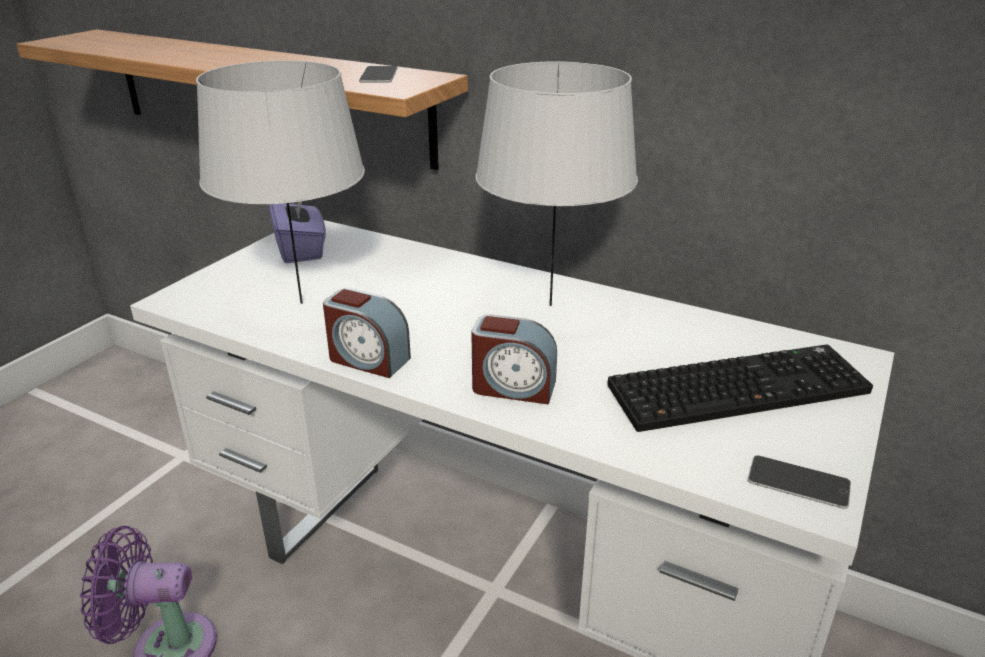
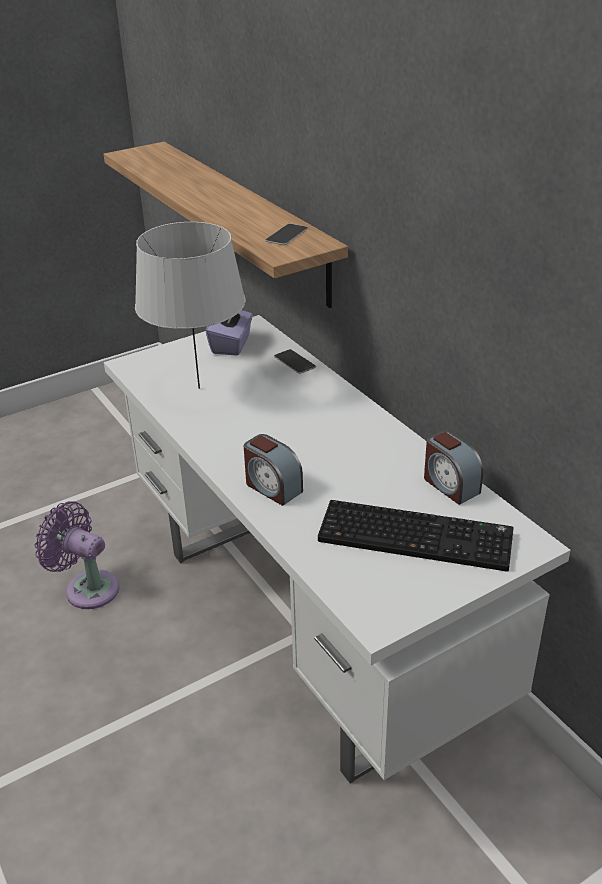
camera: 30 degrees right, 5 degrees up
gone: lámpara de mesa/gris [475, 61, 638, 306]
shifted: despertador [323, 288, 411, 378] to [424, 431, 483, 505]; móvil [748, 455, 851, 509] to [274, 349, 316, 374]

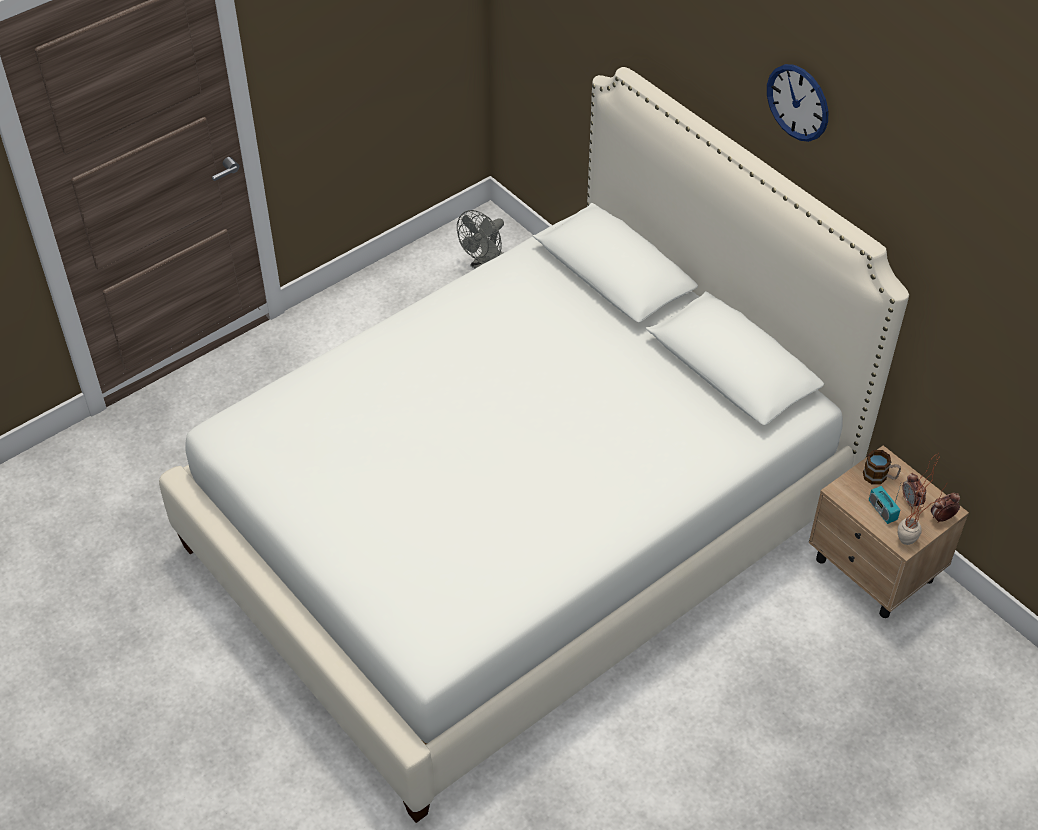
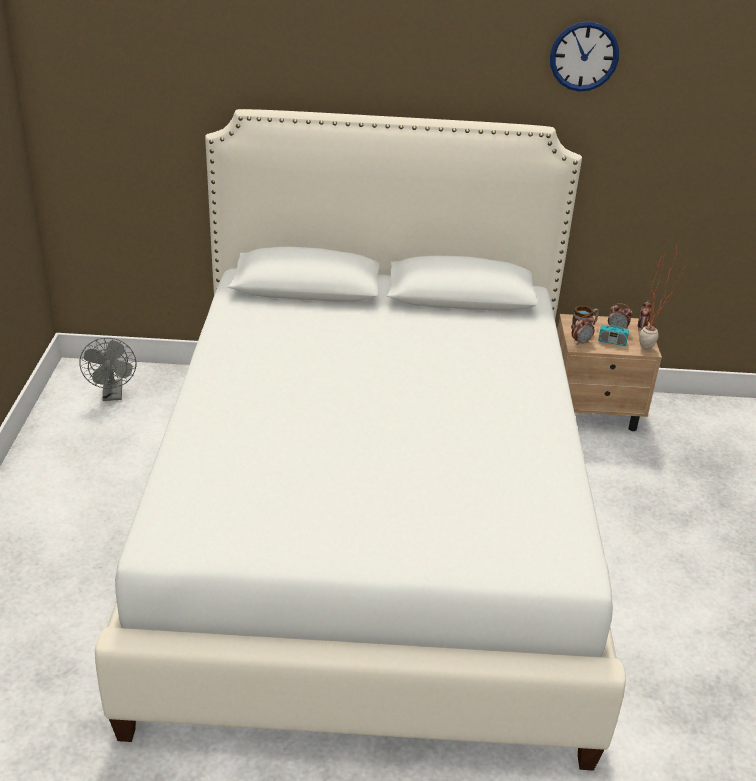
camera: 50 degrees left, 15 degrees down
new: despertador [572, 315, 595, 345]
shifted: reloj de pared [767, 64, 829, 142] to [550, 21, 619, 92]

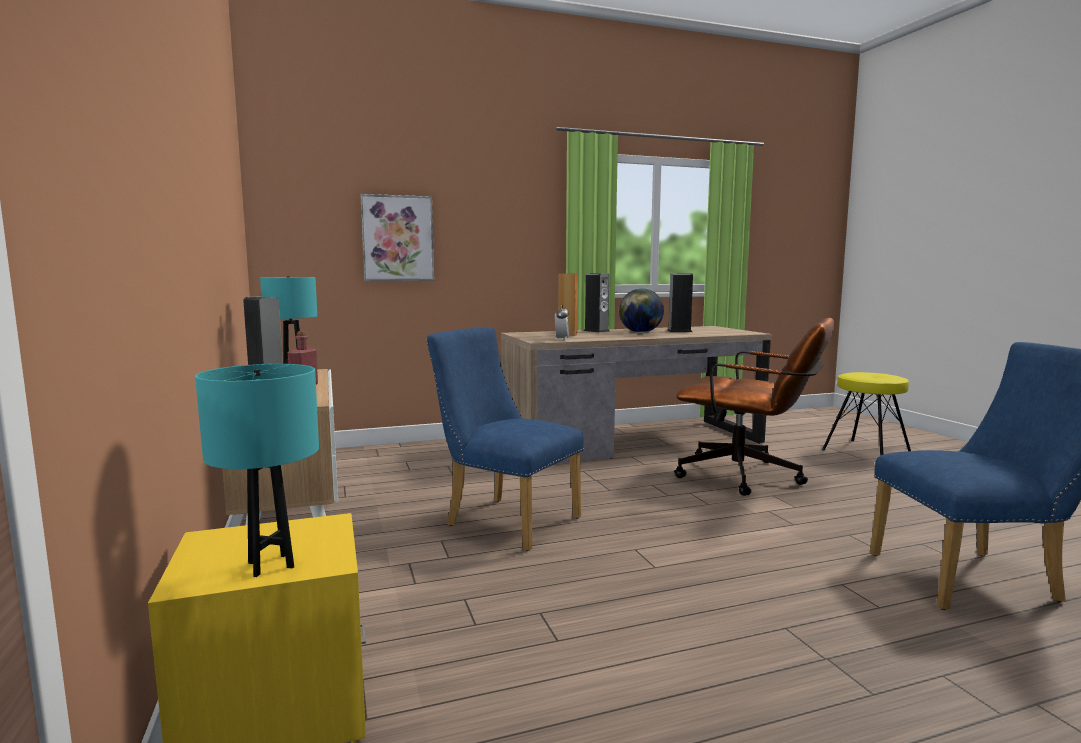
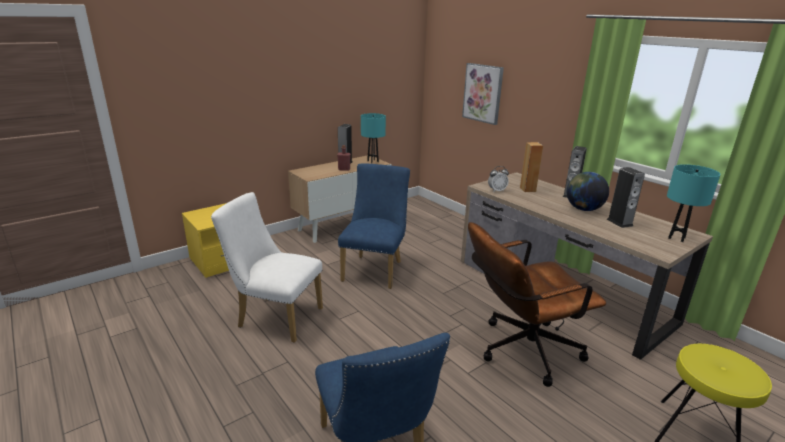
camera: 70 degrees right, 15 degrees up
new: silla/blanco [211, 192, 323, 342]
shifted: lámpara de mesa/turquesa [195, 364, 319, 577] to [667, 164, 721, 242]
rotated: silla de oficina/marrón [674, 318, 835, 496] = [468, 222, 606, 387] 60 degrees clockwise

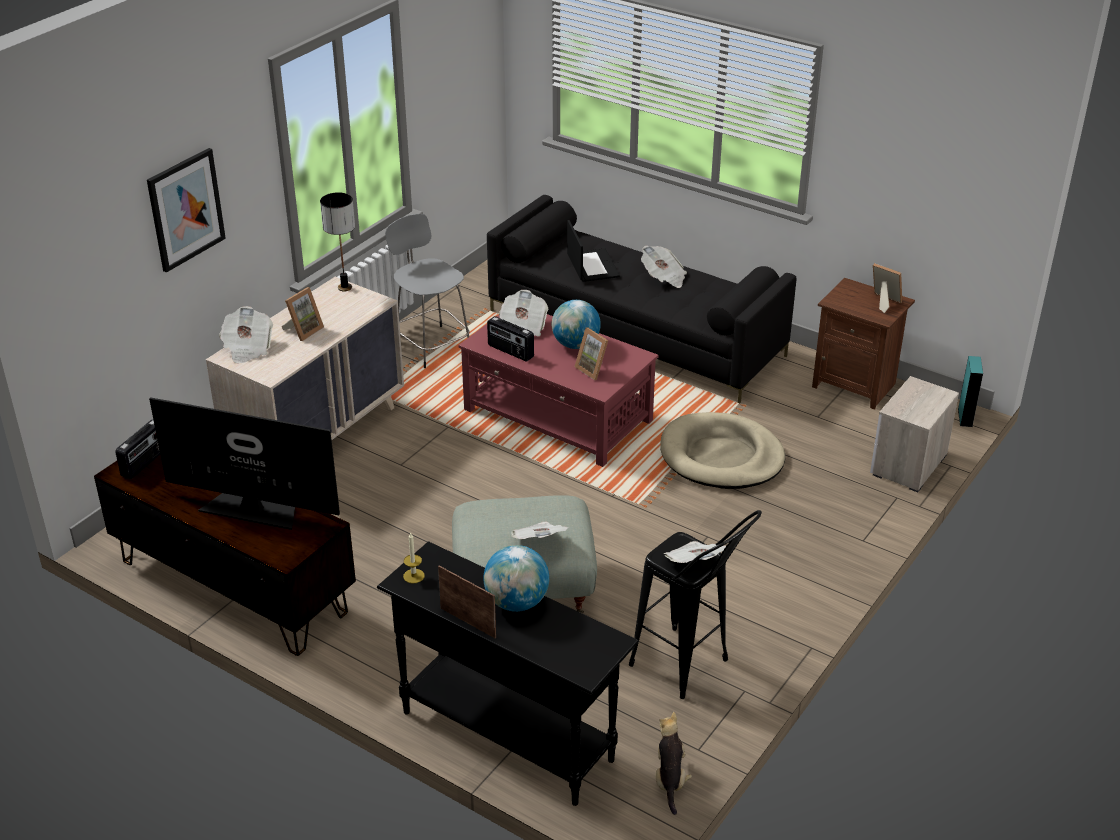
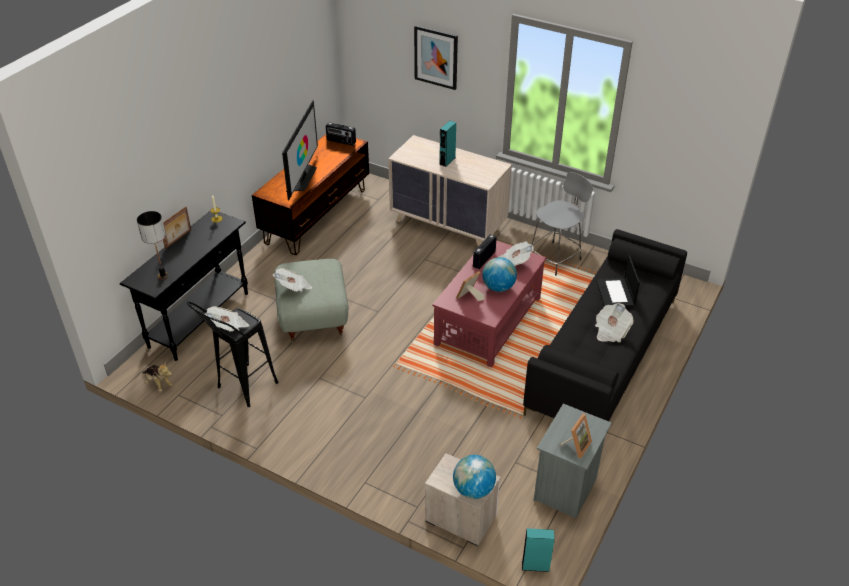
camera: 85 degrees right, 5 degrees up
gone: periódico [219, 306, 273, 364]; cama para perro/beis [660, 412, 785, 489]
shifted: lámpara de mesa [320, 192, 355, 291] to [137, 211, 169, 280]; globo terráqueo [483, 545, 549, 612] to [453, 455, 496, 499]
swapped: portarretratos [282, 287, 324, 341] to altavoz/turquesa [439, 121, 456, 167]
repainted: mesita de noche/marrón [812, 278, 915, 410] to mesita de noche/gris [534, 404, 612, 518]
rotated: portátil [567, 220, 620, 282] = [596, 256, 640, 307] 105 degrees clockwise; peluche [655, 712, 692, 815] = [142, 361, 173, 392] 45 degrees clockwise

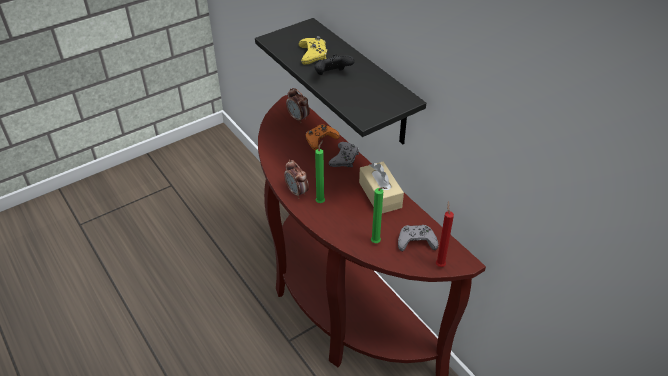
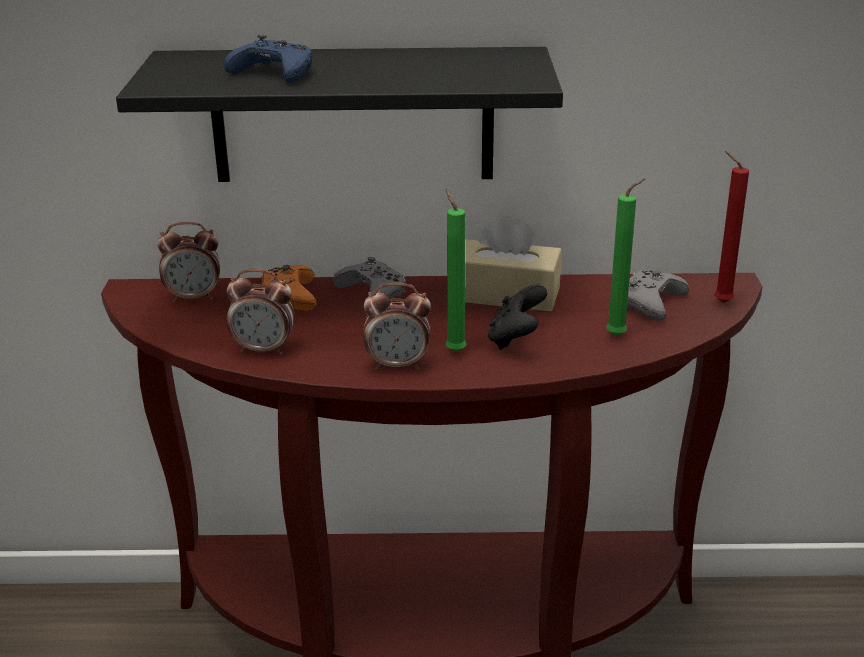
camera: 55 degrees left, 15 degrees down
new: despertador [227, 269, 294, 355]
shifted: mando de consola/negro [314, 54, 355, 75] to [488, 285, 547, 350]
repainted: mando de consola/amarillo [298, 36, 327, 65] to mando de consola/azul [224, 35, 312, 83]

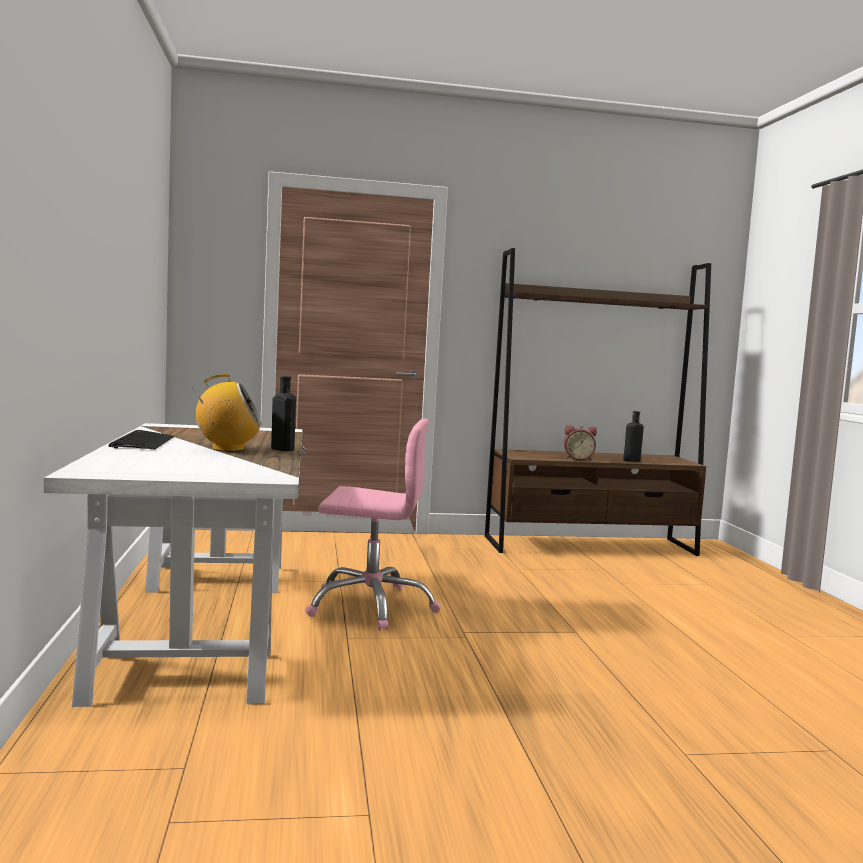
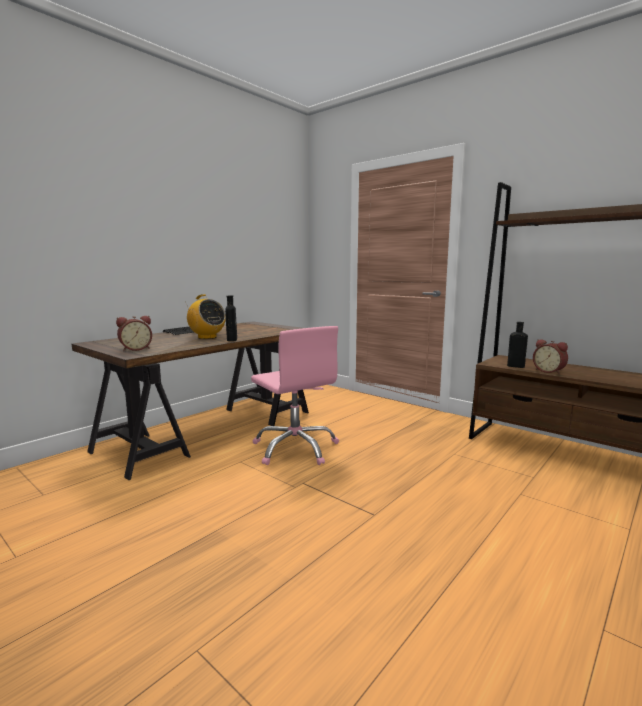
camera: 50 degrees right, 5 degrees up
new: despertador [116, 316, 152, 351]
shifted: botella/negro [623, 411, 644, 462] to [507, 322, 528, 368]
repainted: escritorio/blanco [44, 423, 306, 707] to escritorio/marrón [72, 321, 309, 480]

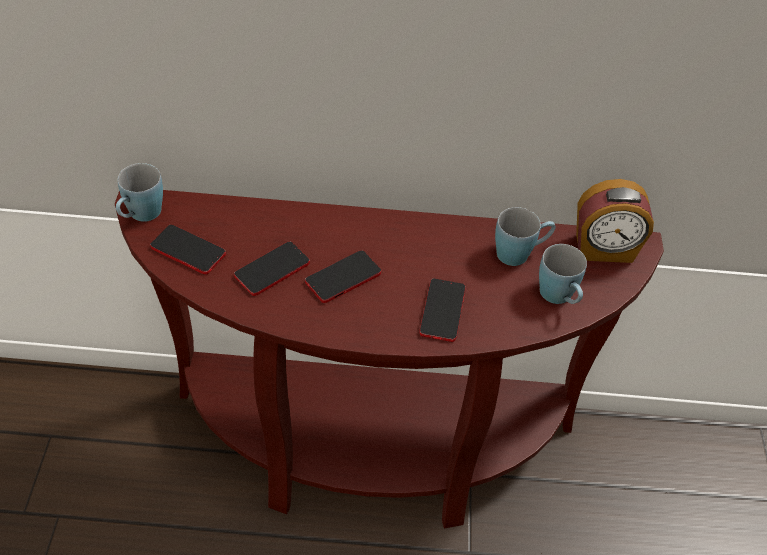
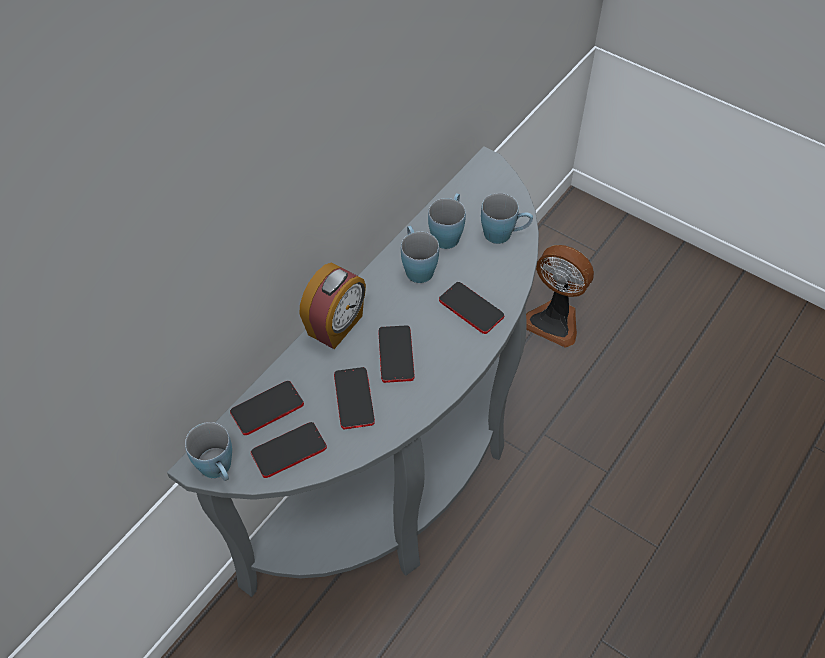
camera: 55 degrees left, 5 degrees up
new: taza grande/azul [401, 226, 439, 283]; ventilador [526, 245, 594, 348]; móvil [230, 381, 304, 435]
shifted: despertador [576, 179, 654, 263] to [300, 263, 366, 349]
repainted: mesa consola/marrón [115, 190, 664, 528] to mesa consola/gris [167, 146, 539, 597]

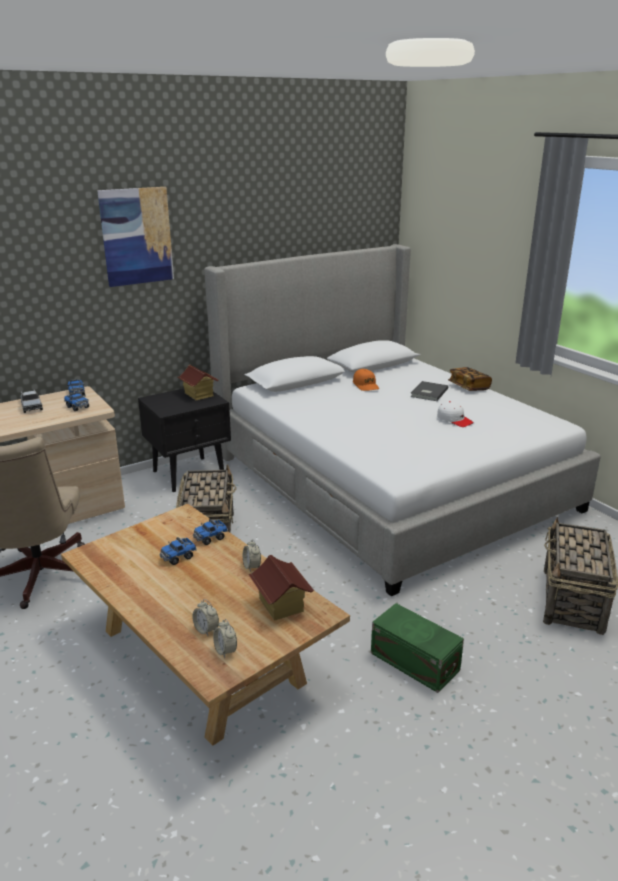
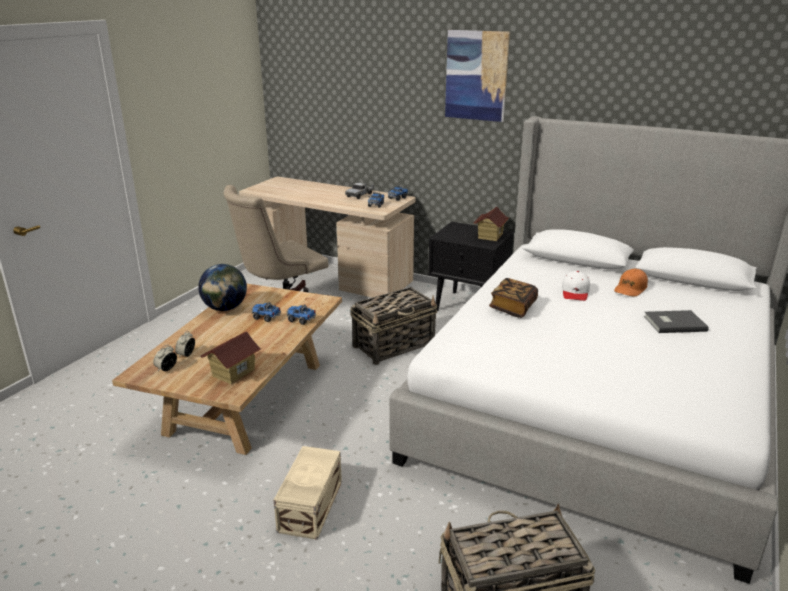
camera: 60 degrees right, 0 degrees up
gone: despertador [243, 539, 261, 572]
new: globo terráqueo [198, 264, 247, 311]
shifted: libro [448, 367, 492, 391] to [489, 278, 538, 318]; gorra/blanco [437, 401, 474, 427] to [562, 271, 590, 301]
repainted: caja de almacenaje/verde [371, 603, 464, 693] to caja de almacenaje/beis [274, 446, 342, 540]

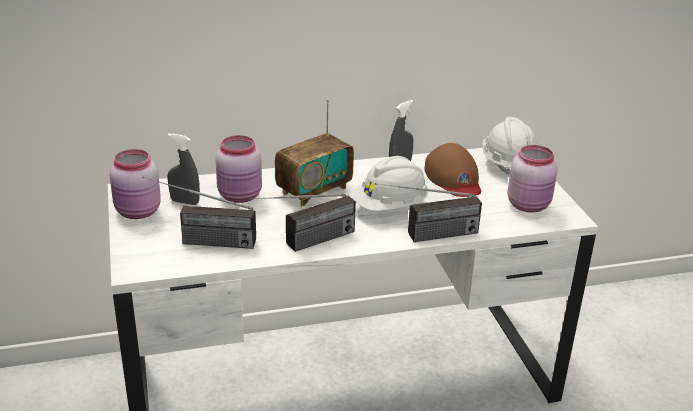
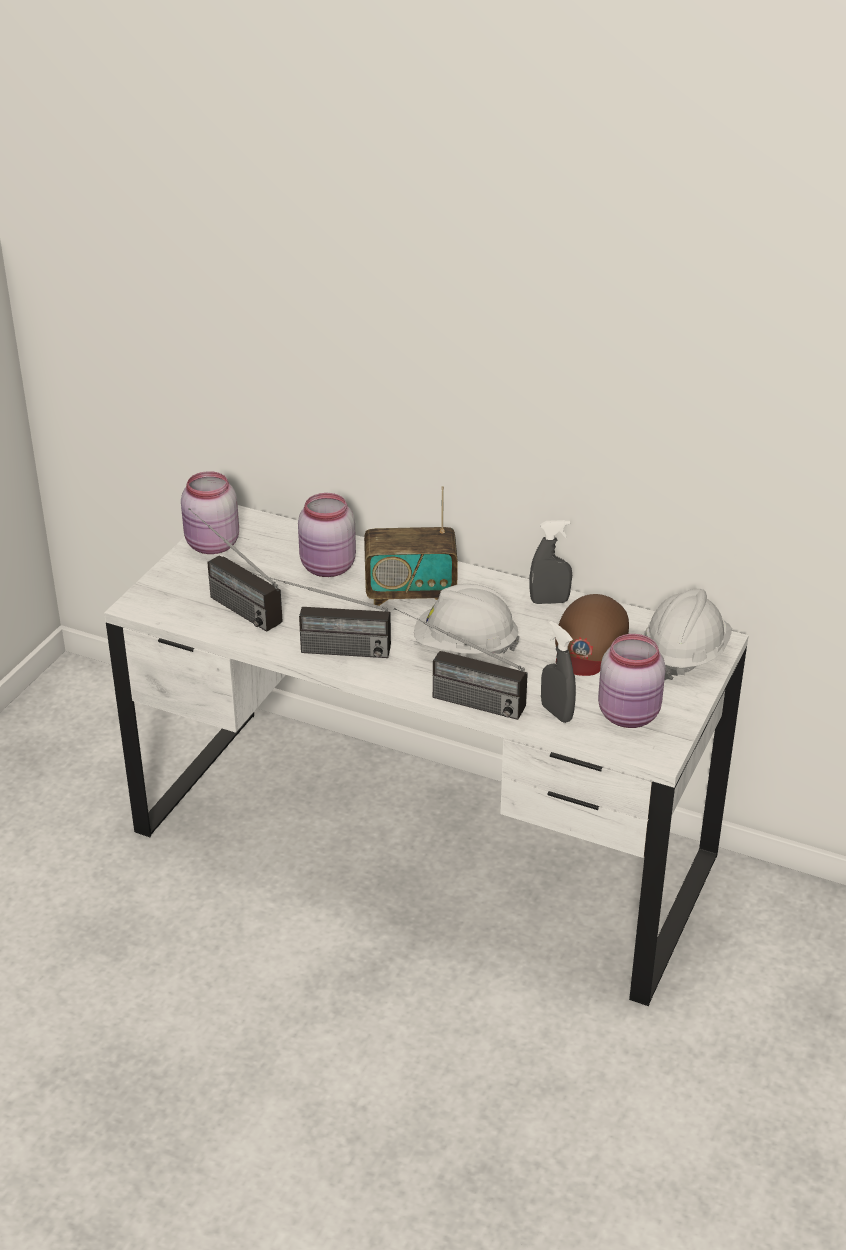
camera: 40 degrees right, 5 degrees up
shifted: pulverizador/gris [167, 133, 200, 205] to [541, 621, 576, 723]

